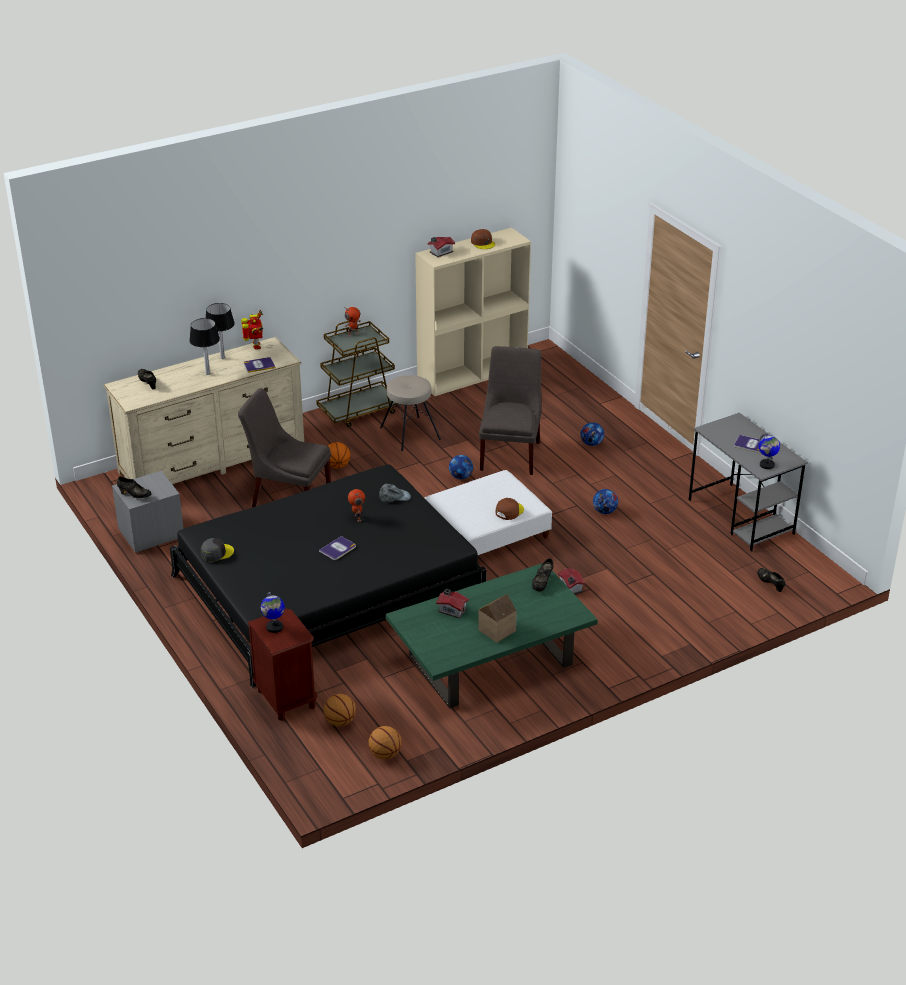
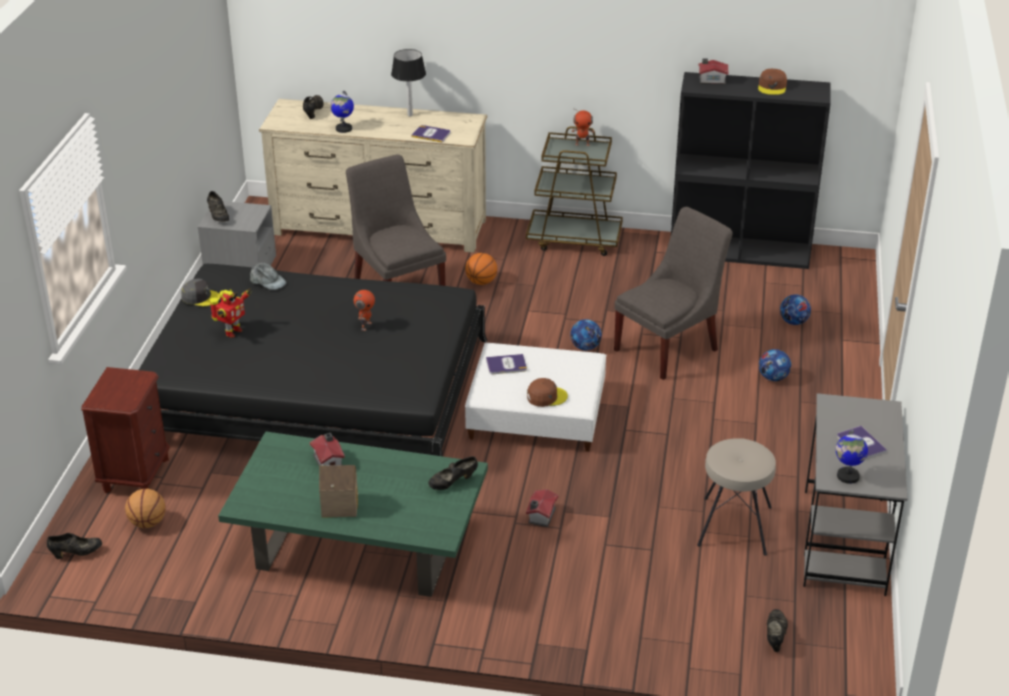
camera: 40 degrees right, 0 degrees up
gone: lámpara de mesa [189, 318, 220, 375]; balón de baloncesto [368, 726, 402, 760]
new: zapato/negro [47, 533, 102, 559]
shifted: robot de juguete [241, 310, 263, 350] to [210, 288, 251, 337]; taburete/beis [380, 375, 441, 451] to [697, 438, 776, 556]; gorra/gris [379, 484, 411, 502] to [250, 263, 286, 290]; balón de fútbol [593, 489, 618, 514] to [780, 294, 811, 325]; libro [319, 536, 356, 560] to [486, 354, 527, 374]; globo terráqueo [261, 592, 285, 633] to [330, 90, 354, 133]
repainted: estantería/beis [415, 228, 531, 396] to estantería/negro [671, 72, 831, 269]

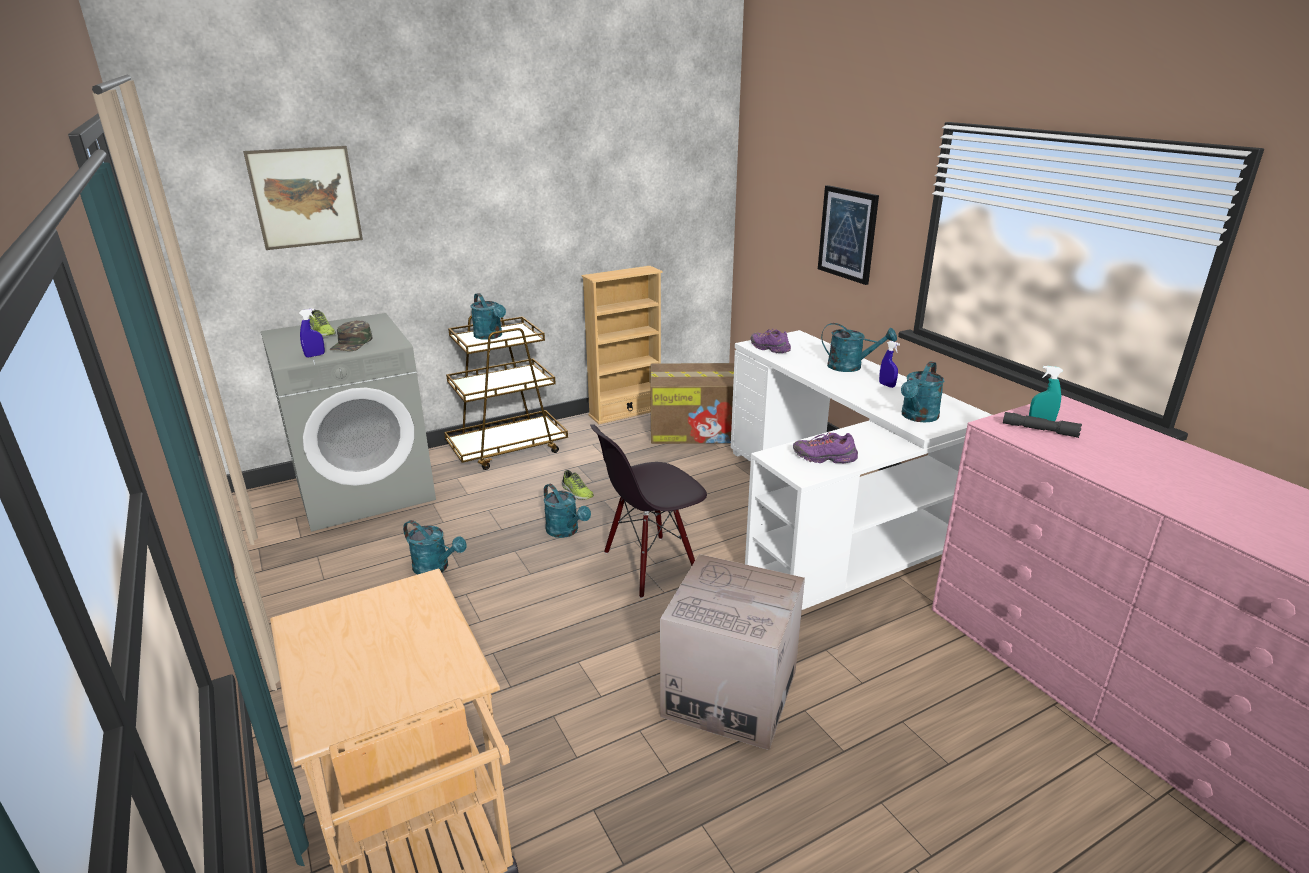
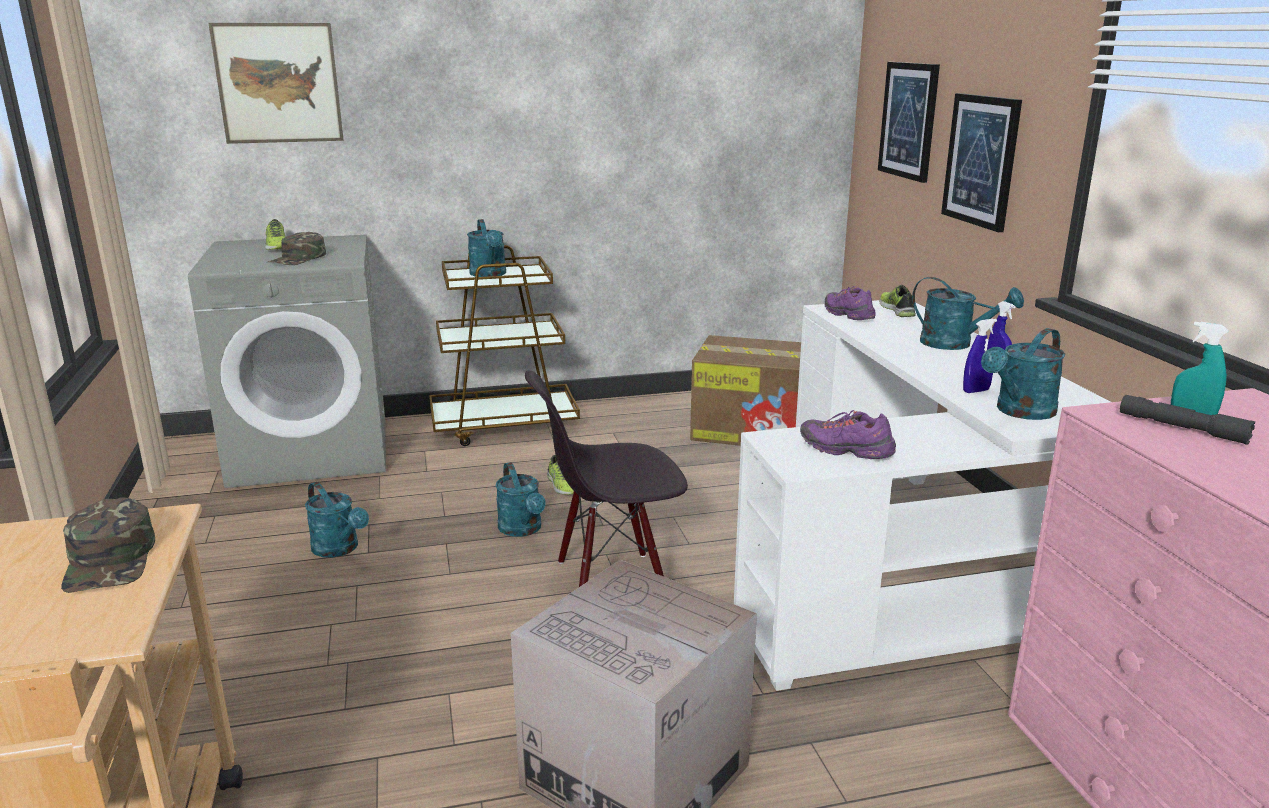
camera: 15 degrees right, 5 degrees down
gone: estantería/beis [582, 266, 663, 424]
new: cuadro [878, 62, 940, 183]; zapato [879, 285, 916, 317]; gorra/verde [61, 498, 155, 593]
shifted: pulverizador/azul [299, 308, 325, 358] to [963, 319, 997, 393]

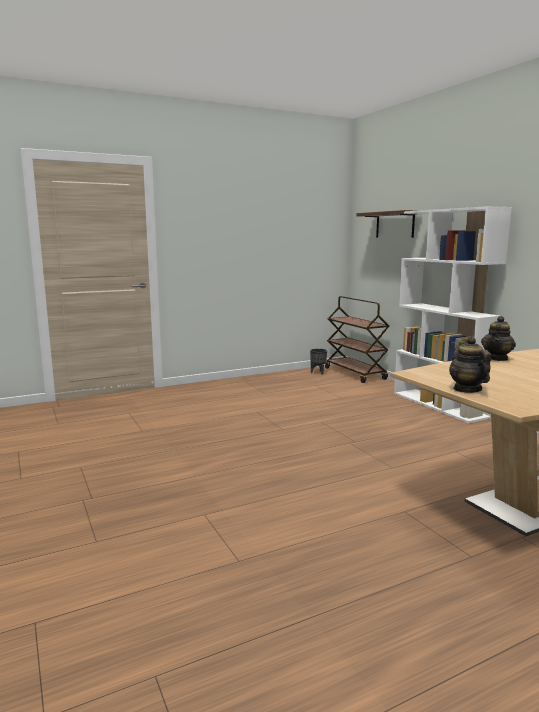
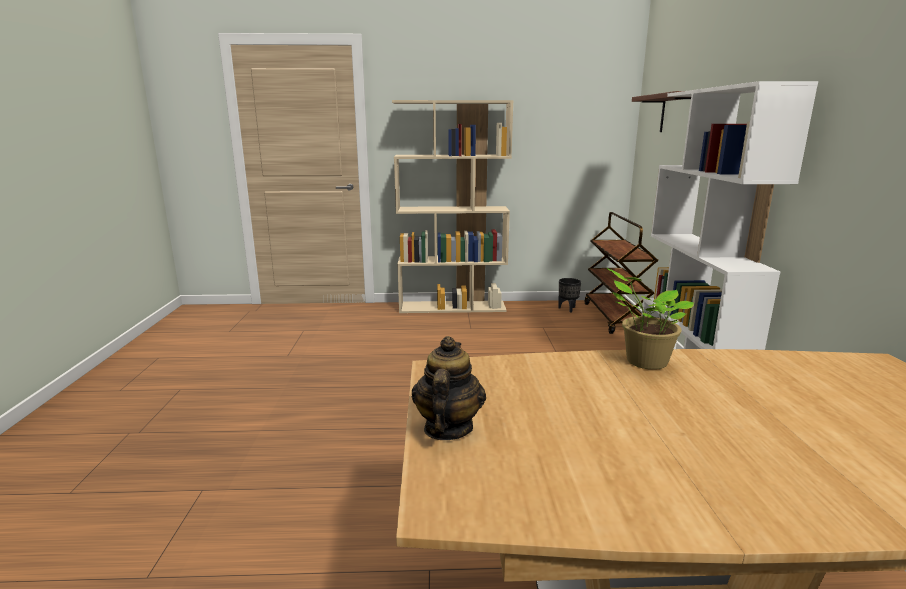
camera: 25 degrees right, 5 degrees up
new: estantería/beis [392, 100, 514, 313]
swapped: tetera [481, 316, 516, 361] to planta en maceta [607, 268, 694, 370]

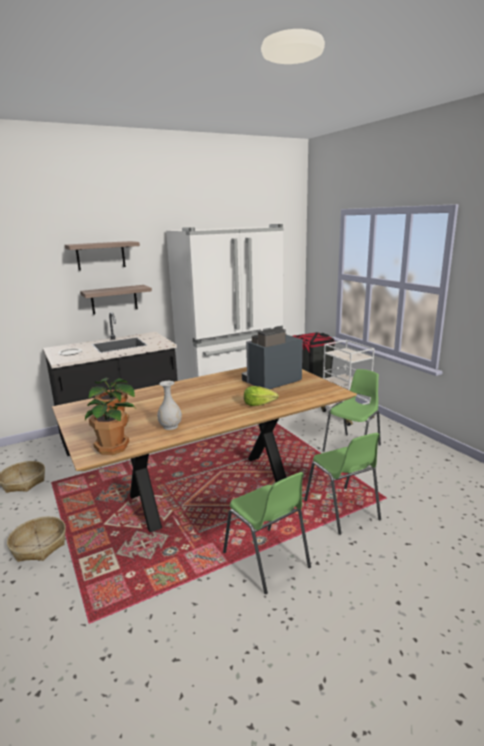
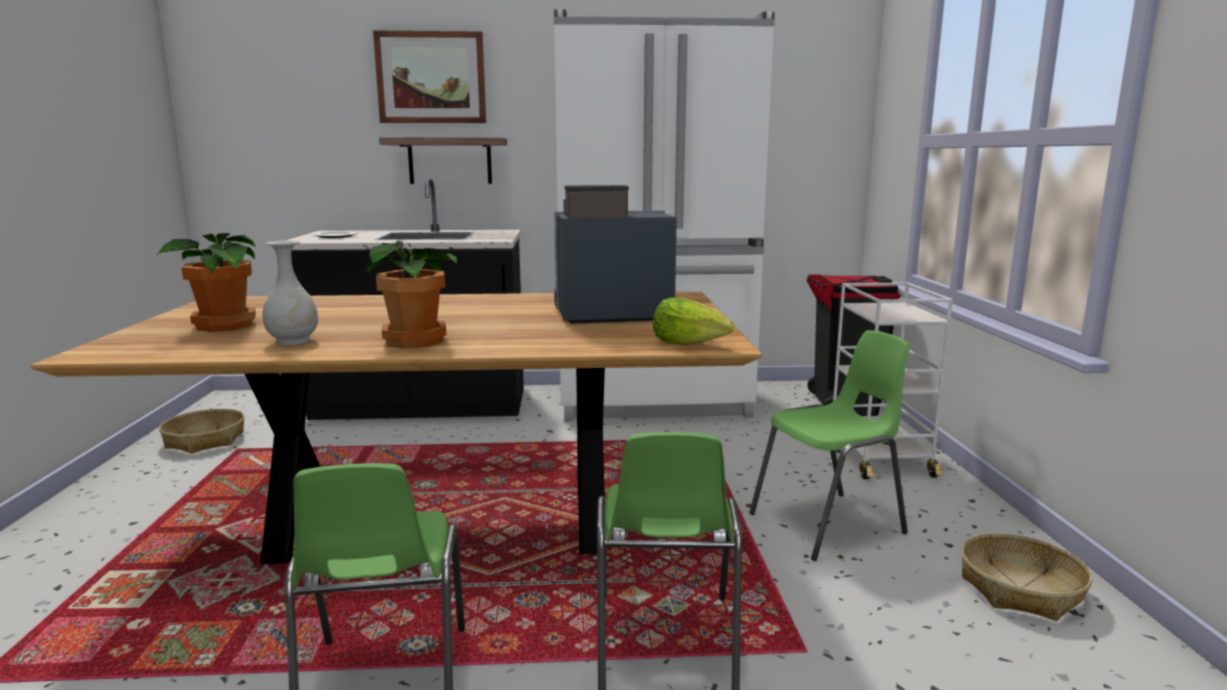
camera: 25 degrees right, 5 degrees down
shifted: lechuga [244, 386, 279, 406] to [653, 298, 734, 345]; planta en maceta [85, 399, 135, 455] to [366, 241, 457, 349]; cesta [7, 516, 66, 562] to [961, 533, 1092, 621]
swapped: estante [65, 241, 140, 271] to cuadro [373, 30, 486, 123]

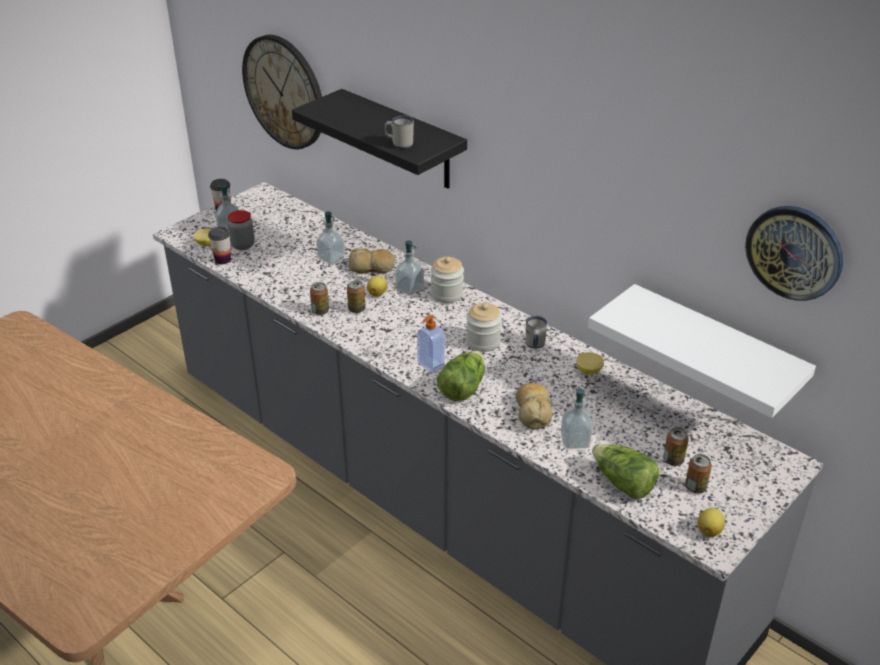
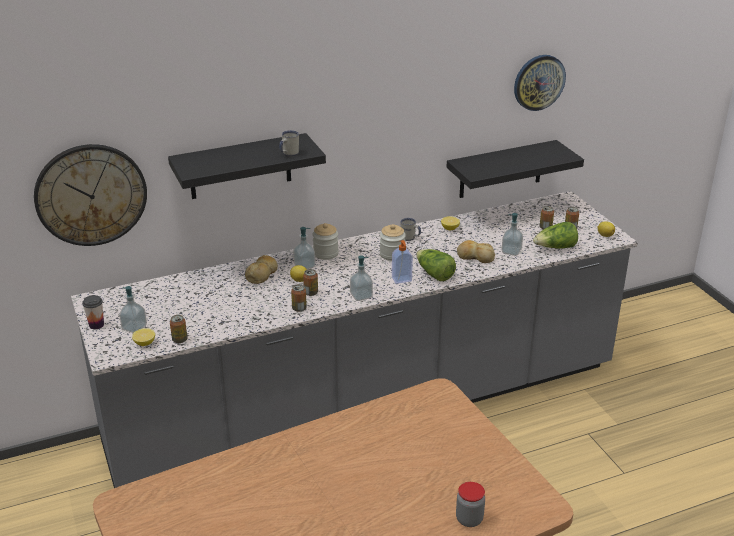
camera: 65 degrees left, 5 degrees down
shifted: tarro [228, 210, 255, 250] to [456, 482, 485, 527]; dispensador de jabón [316, 212, 345, 264] to [350, 255, 373, 301]
swapped: taza [208, 227, 231, 265] to lata [170, 315, 188, 343]
repainted: estante/blanco [588, 284, 816, 418] to estante/negro [447, 140, 584, 198]

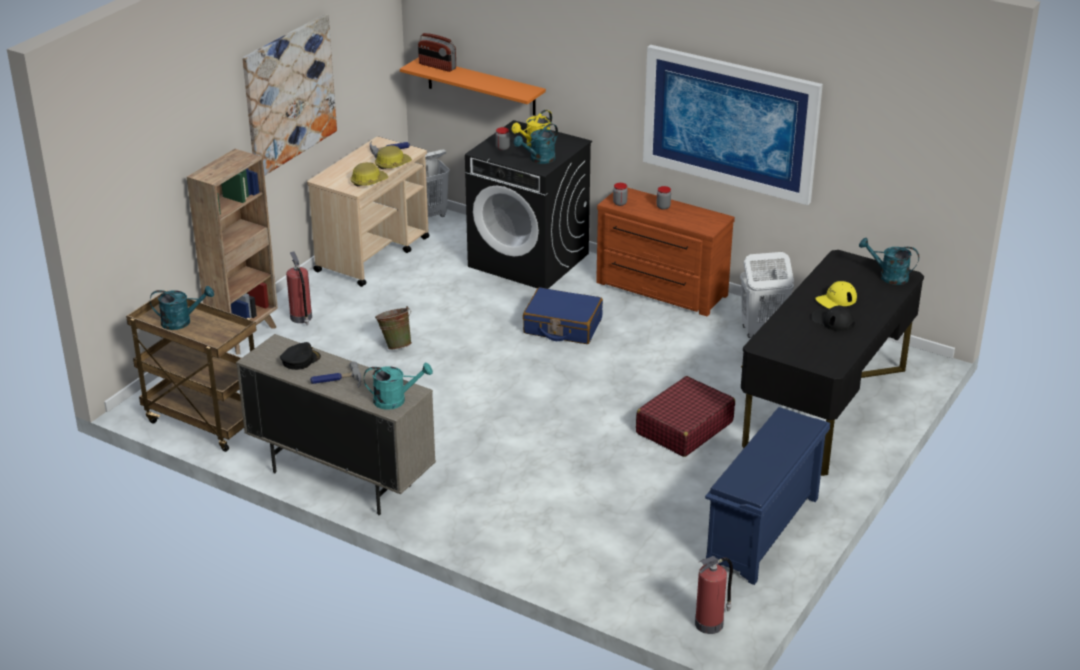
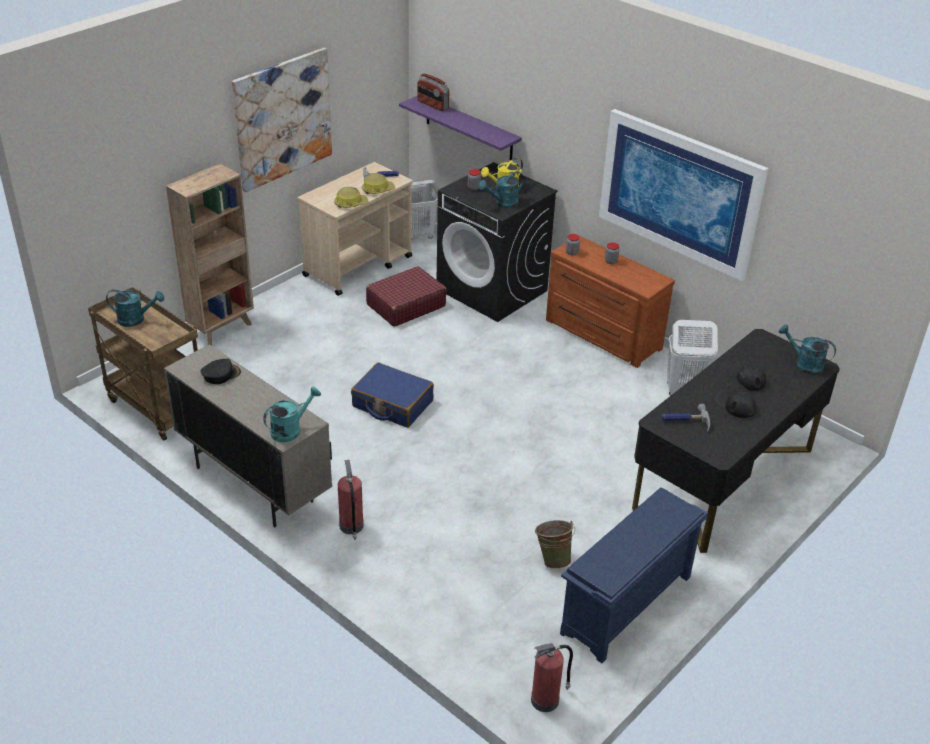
camera: 10 degrees right, 5 degrees up
shifted: extintor [286, 252, 312, 326] to [338, 460, 364, 540]; maleta/azul [523, 287, 603, 344] to [351, 363, 434, 428]; cubo/verde [375, 306, 412, 350] to [535, 520, 575, 569]; martillo [310, 361, 361, 388] to [662, 404, 710, 431]; maleta/rojo [636, 376, 735, 457] to [366, 266, 446, 327]
repainted: estante/naranja [400, 57, 546, 116] to estante/morado [399, 96, 522, 160]; gorra/amarillo [815, 281, 857, 309] to gorra/negro [725, 365, 766, 392]
rotated: regadera/turquesa [364, 363, 433, 410] = [263, 386, 321, 442] 45 degrees counterclockwise

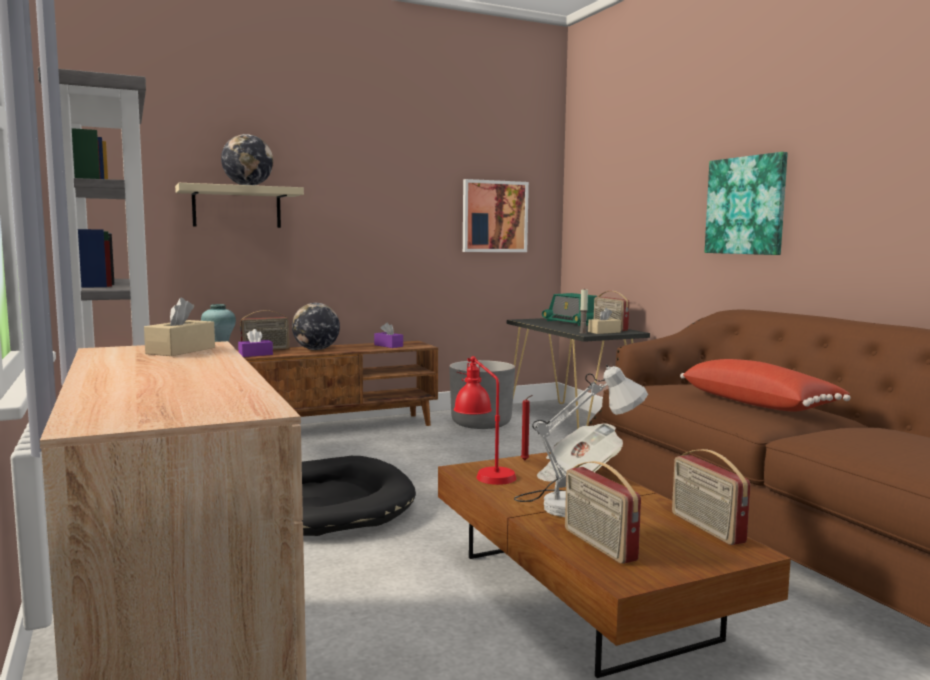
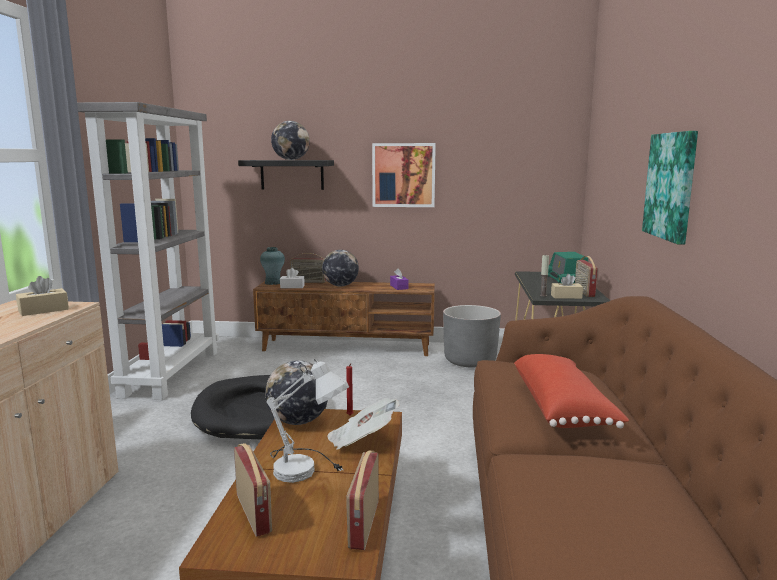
camera: 30 degrees right, 5 degrees up
shifted: cuadro [463, 179, 529, 252] to [372, 143, 436, 207]
swapped: lámpara de mesa/rojo [454, 356, 516, 485] to globo terráqueo [265, 360, 328, 425]
repainted: estante/beis [175, 183, 304, 228] to estante/negro [238, 160, 334, 190]; caja de pañuelos/morado [238, 329, 273, 357] to caja de pañuelos/blanco [280, 268, 304, 288]
rotated: radio [565, 461, 641, 564] = [234, 443, 272, 537] 150 degrees clockwise

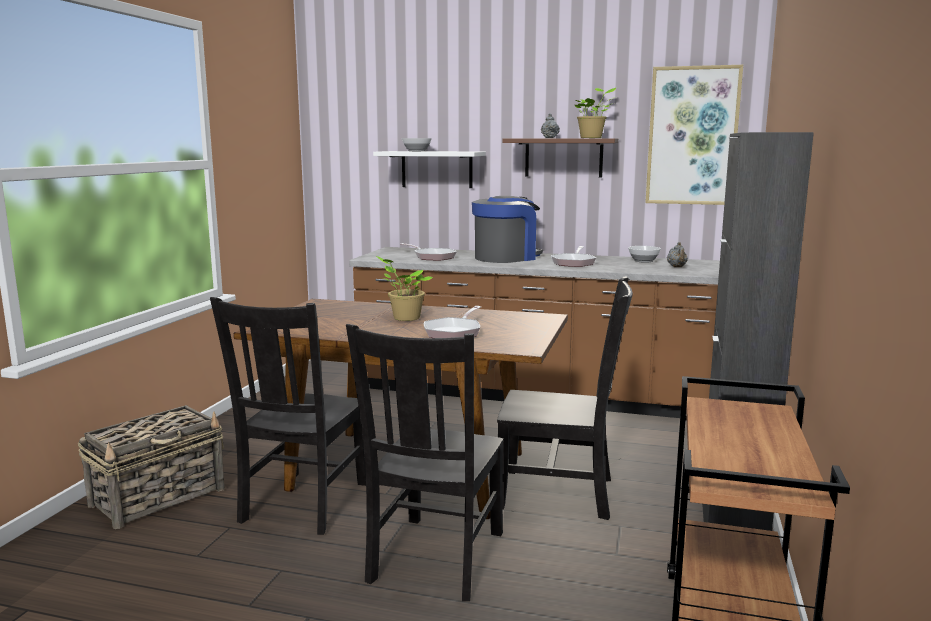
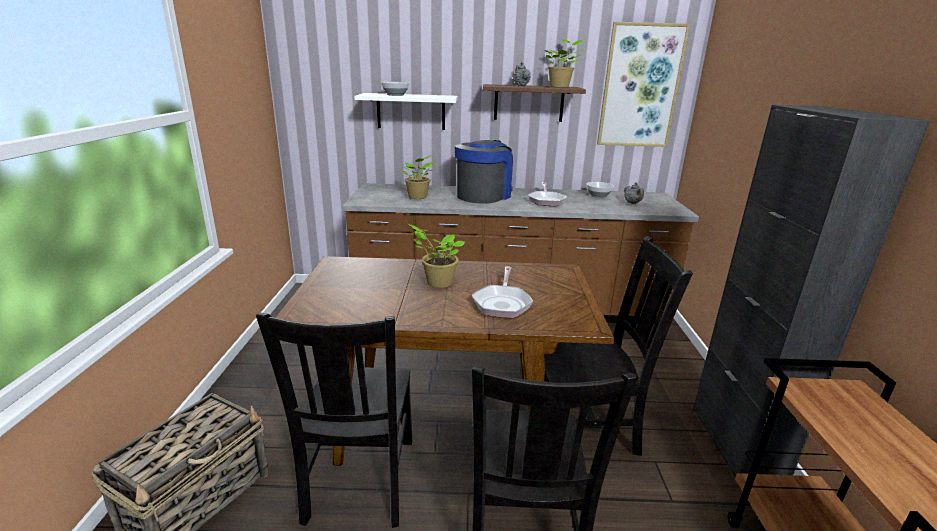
camera: 15 degrees left, 10 degrees up
swapped: sartén [401, 243, 457, 261] to planta en maceta [400, 155, 436, 199]

